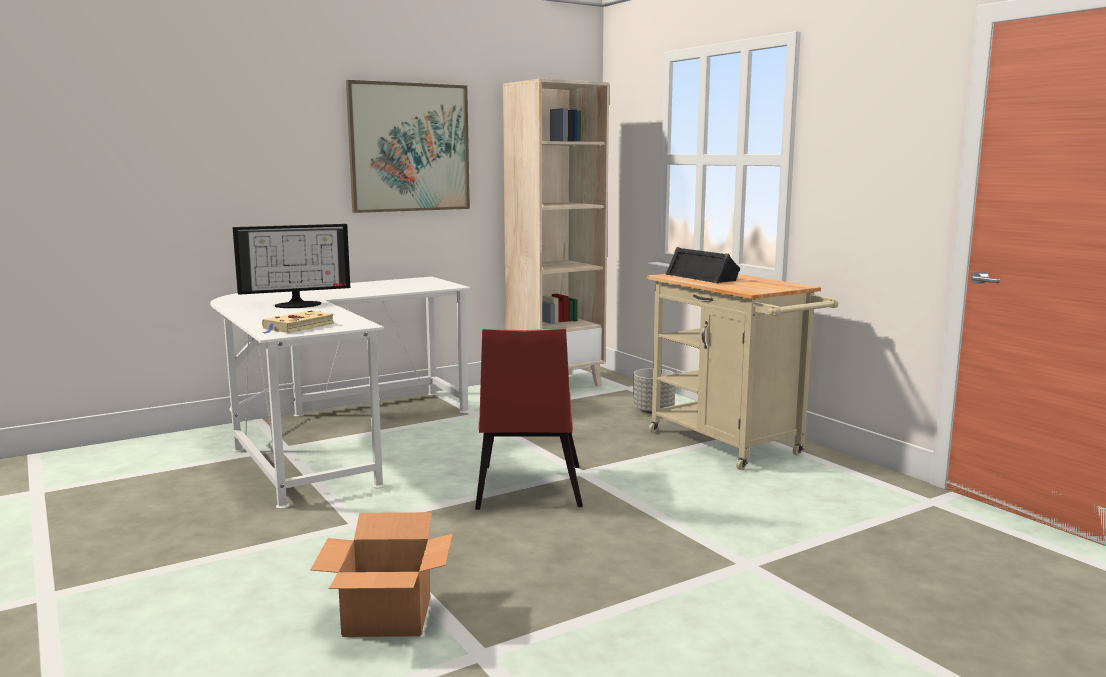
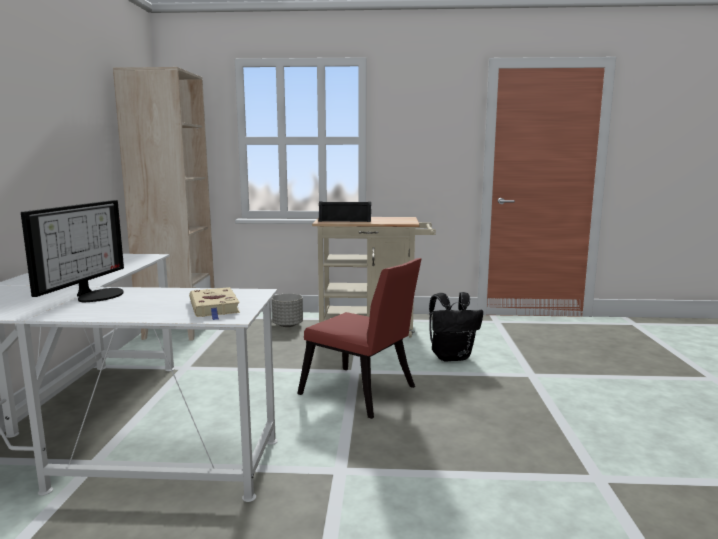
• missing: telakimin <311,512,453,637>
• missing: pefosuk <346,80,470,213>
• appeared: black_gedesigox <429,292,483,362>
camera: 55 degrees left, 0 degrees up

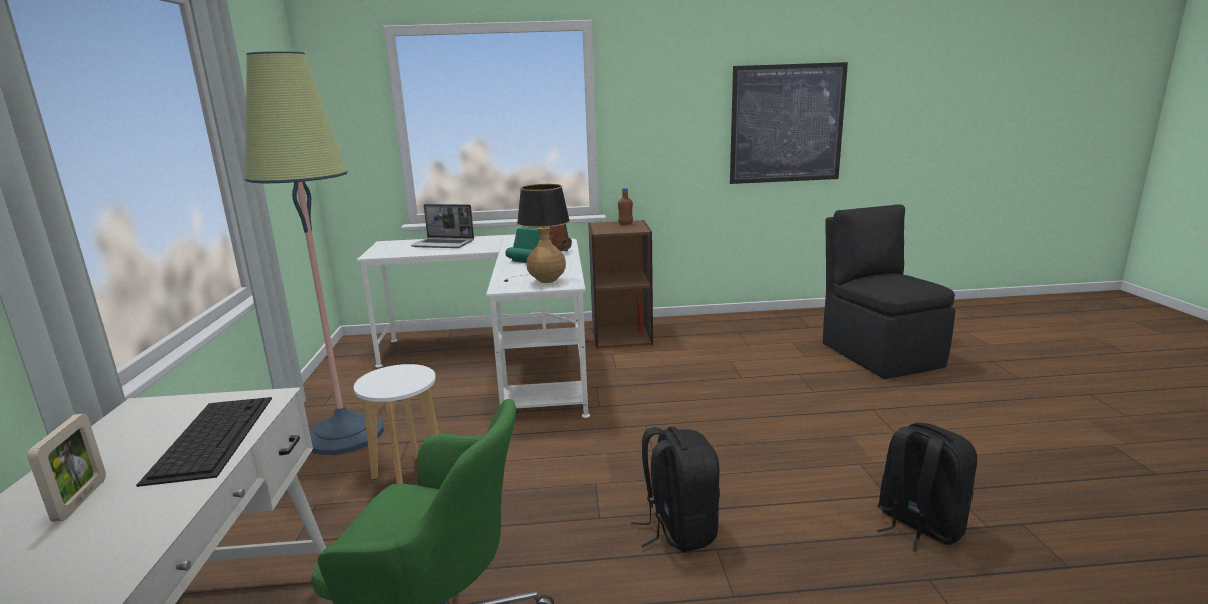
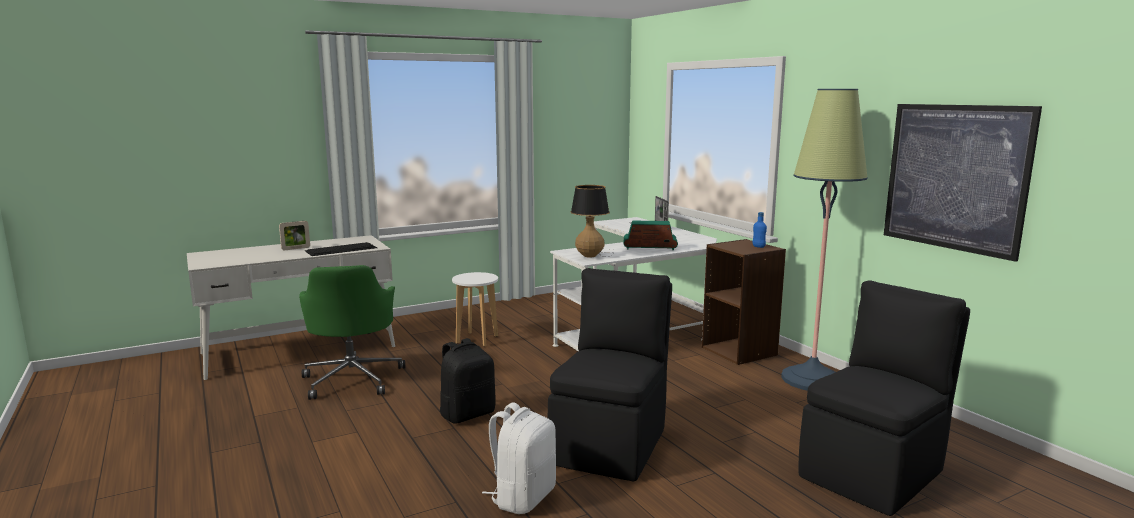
• relocated: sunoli <245,51,384,455> to <781,89,868,391>
• colour: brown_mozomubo <618,188,633,225> to blue_mozomubo <752,212,767,248>
• colour: black_gedesigox <876,423,977,552> to white_gedesigox <482,402,556,514>
• appeared: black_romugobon <548,268,672,481>
camera: 65 degrees right, 5 degrees down

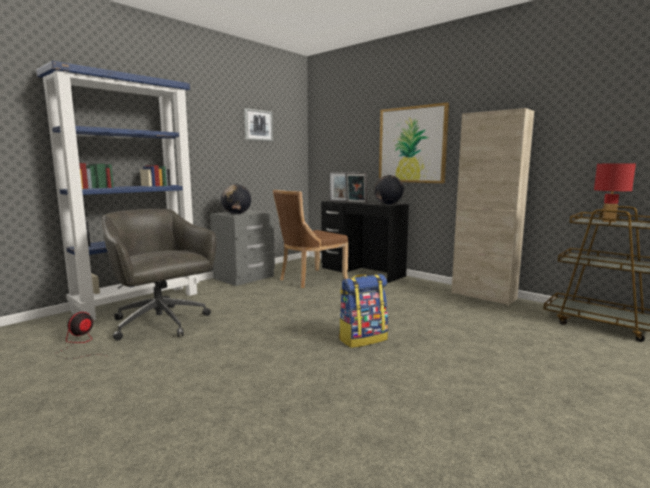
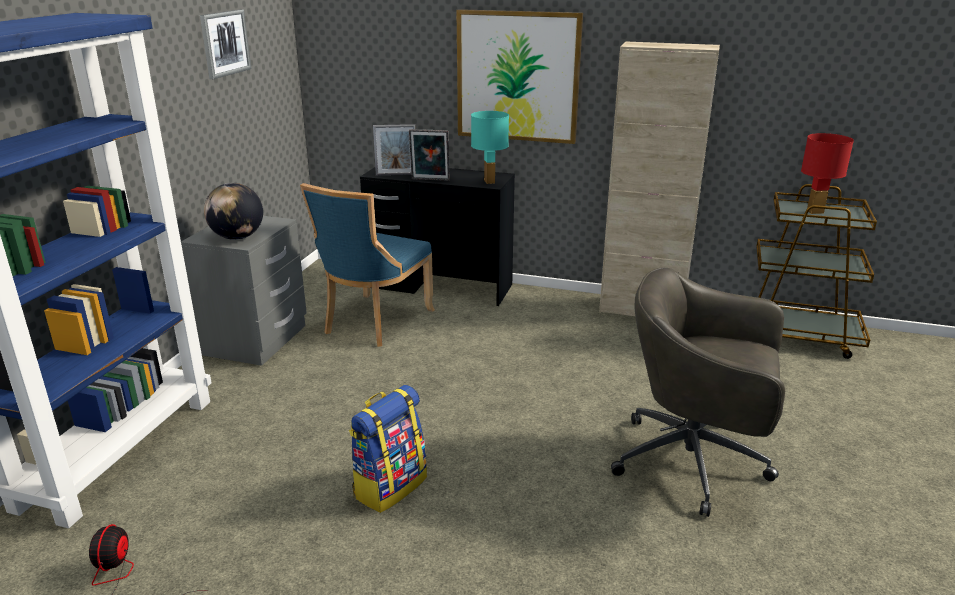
• relocated: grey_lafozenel <102,209,216,341> to <611,268,785,517>
• colour: brown_romugobon <273,190,348,288> to blue_romugobon <300,183,435,347>
• relocated: gedesigox <339,274,388,348> to <349,385,427,513>
• exchanged: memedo <374,175,404,205> to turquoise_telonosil <471,111,509,184>
camera: 25 degrees left, 15 degrees up

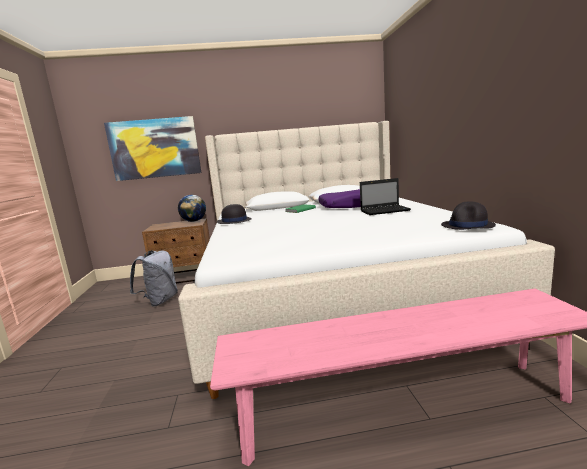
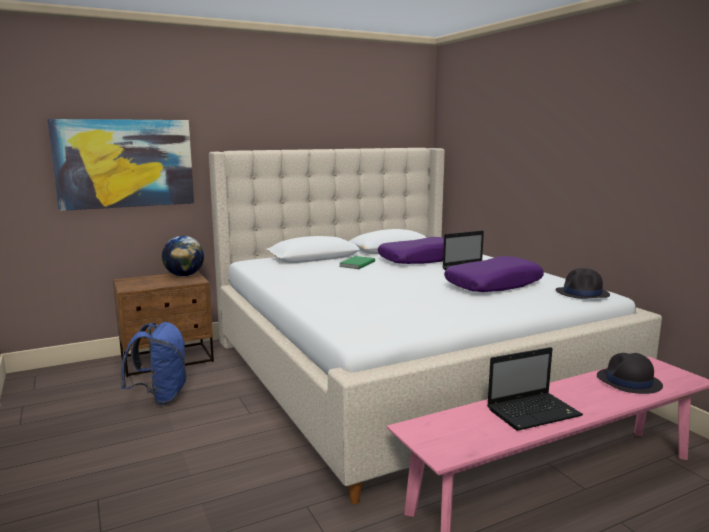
• colour: grey_gedesigox <130,250,178,307> to blue_gedesigox <121,322,186,406>
• relocated: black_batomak <217,204,251,224> to <597,353,663,394>
• appeared: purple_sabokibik <444,256,544,292>
• appeared: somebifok <487,347,583,431>
camera: 20 degrees left, 0 degrees up

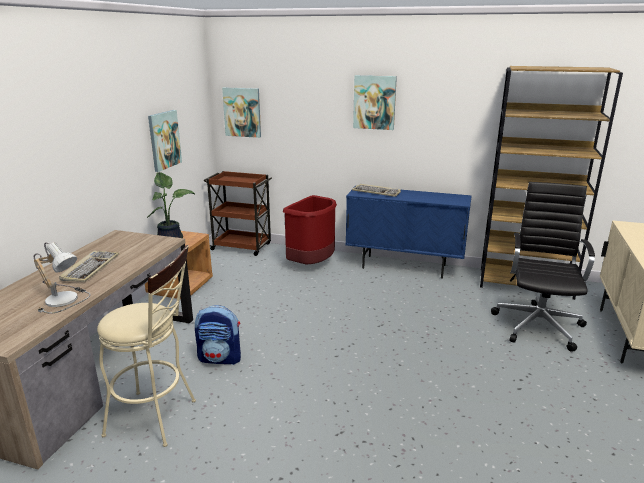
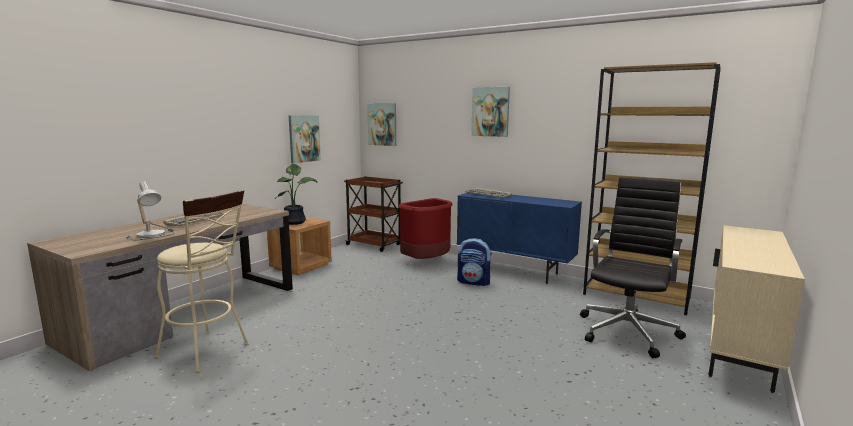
• relocated: gedesigox <195,305,241,365> to <457,238,492,286>
camera: 15 degrees right, 10 degrees down

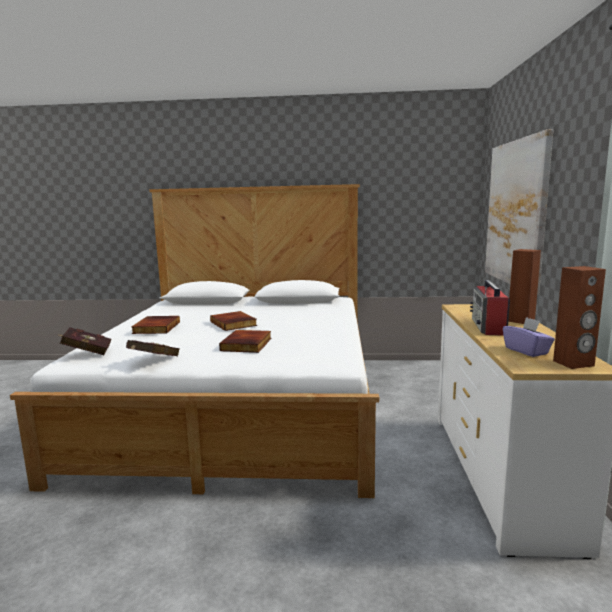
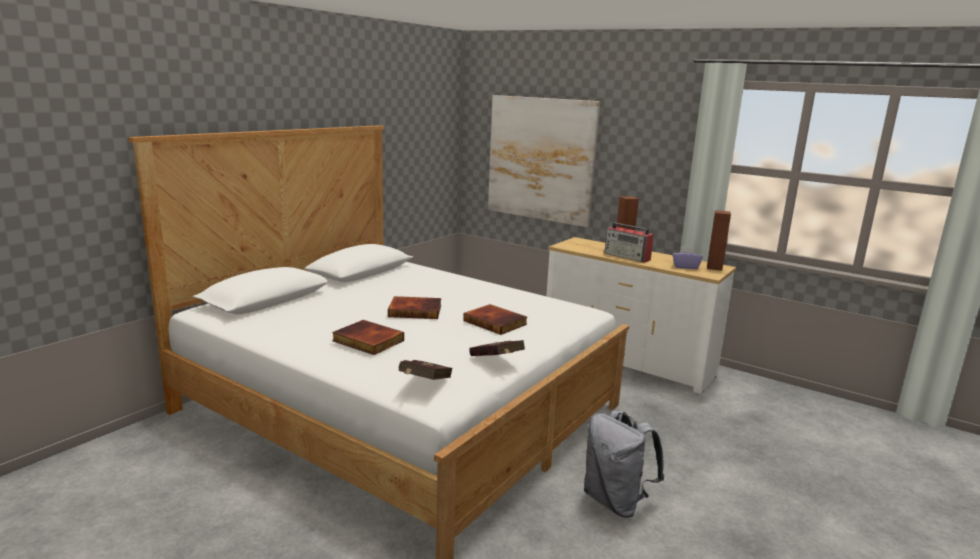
• appeared: grey_gedesigox <584,410,664,518>
camera: 60 degrees left, 5 degrees up

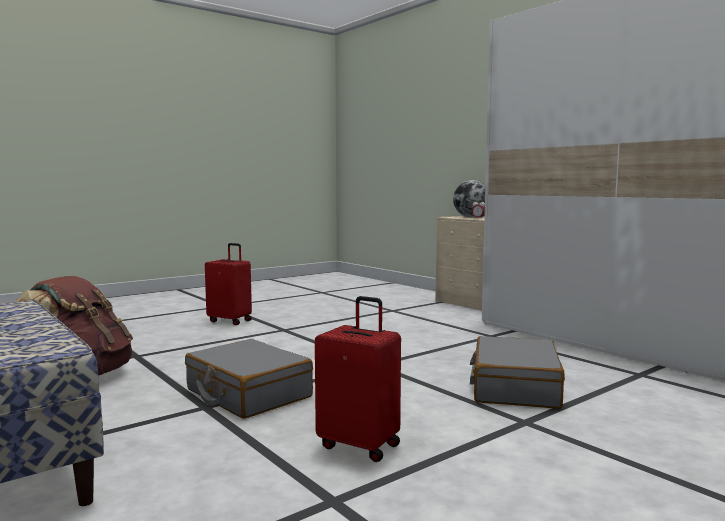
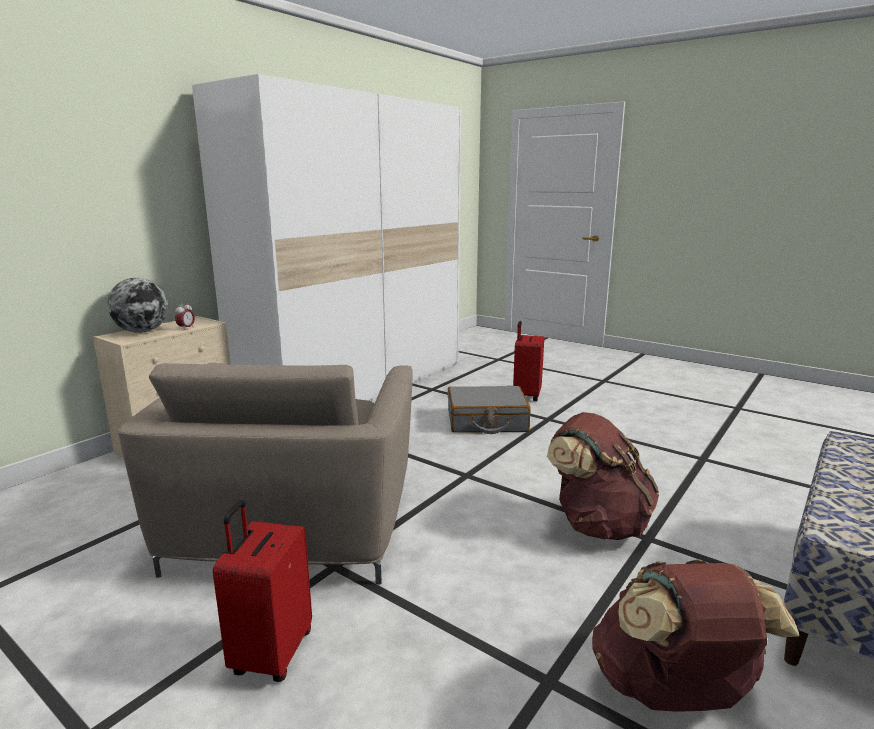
• exchanged: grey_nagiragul <185,339,313,419> to brown_gedesigox <547,412,659,540>
• relocated: red_nagiragul <315,296,401,462> to <513,321,544,401>
• appeared: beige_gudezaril <118,363,412,585>
camera: 105 degrees left, 10 degrees up

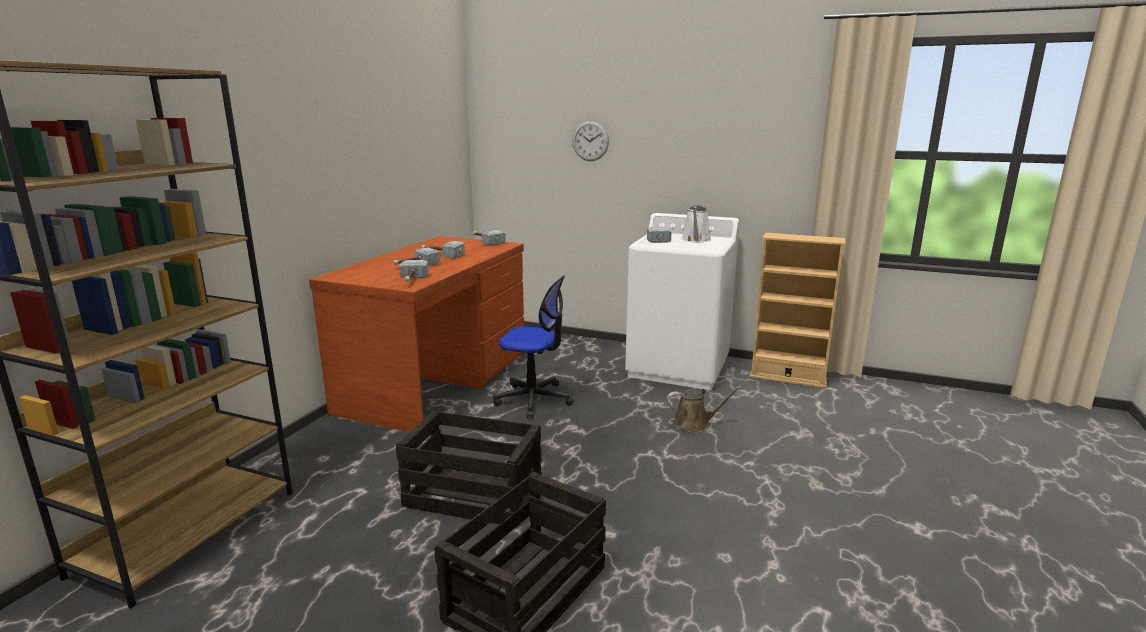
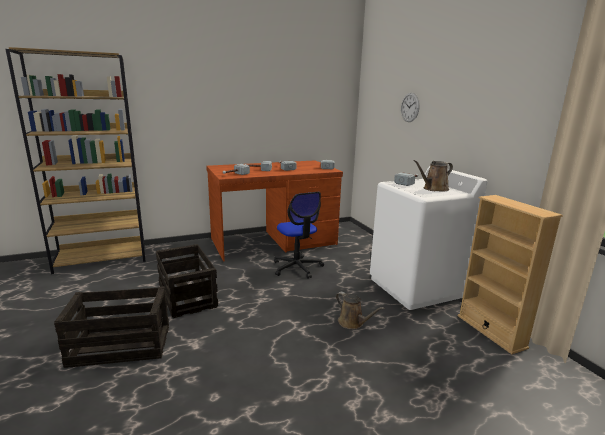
• colour: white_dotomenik <682,205,711,243> to brown_dotomenik <413,160,453,191>
camera: 45 degrees right, 0 degrees up

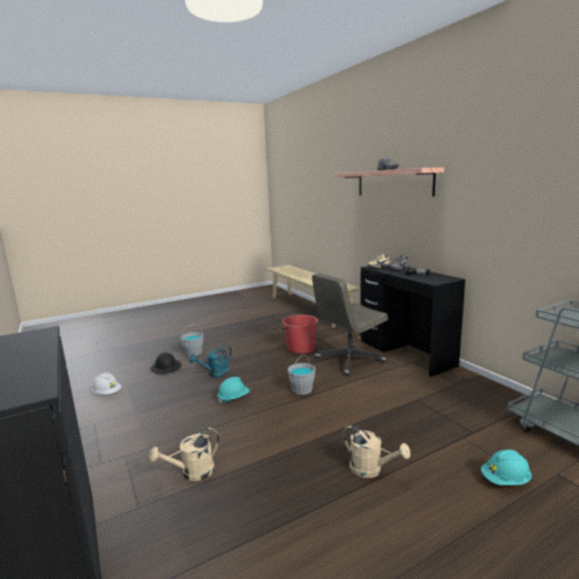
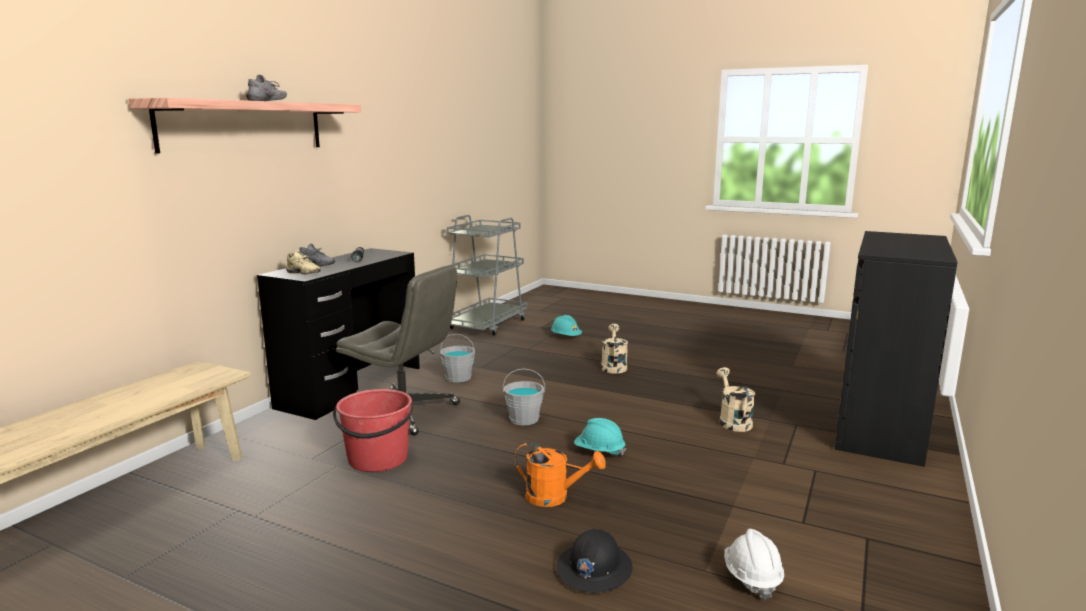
• spun: beige_dotomenik <149,428,219,481> = <716,367,755,432> 120 degrees counterclockwise
• relocated: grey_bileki <181,325,204,356> to <440,334,475,382>
• colour: turquoise_dotomenik <189,344,232,378> to orange_dotomenik <515,442,606,507>
camera: 125 degrees left, 0 degrees up

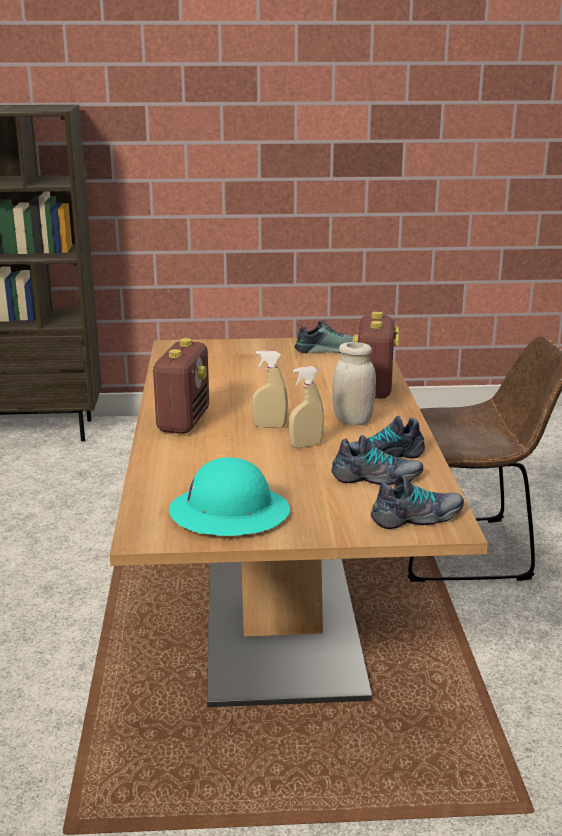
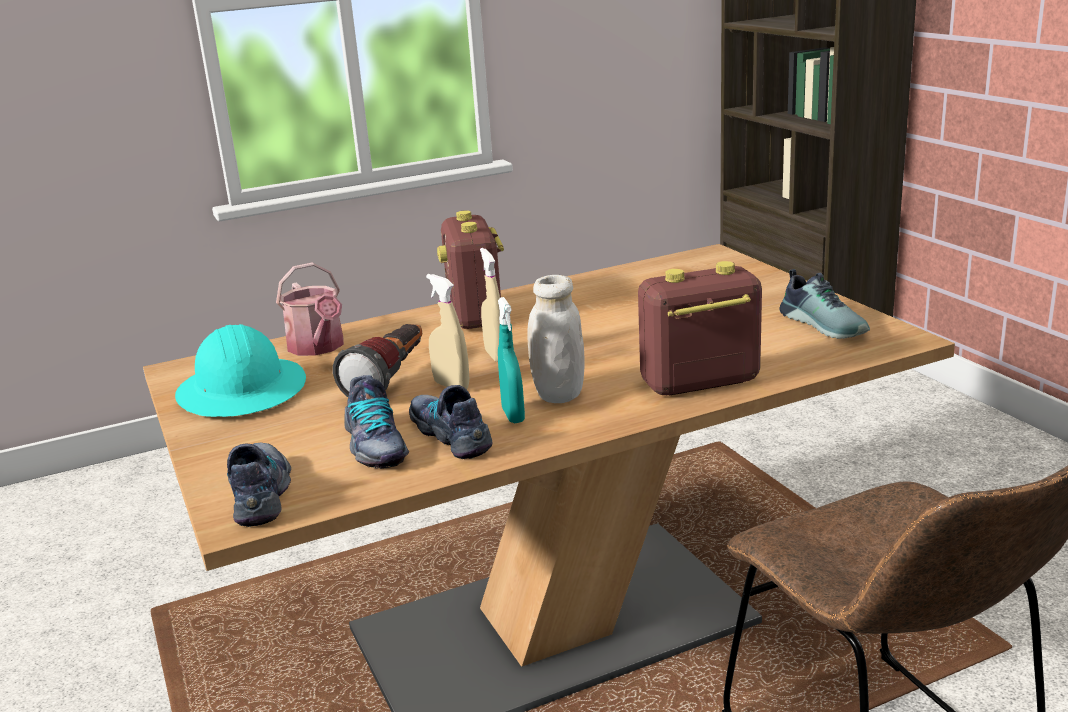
• spun: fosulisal <150,338,209,434> = <437,210,504,329> 90 degrees clockwise
• spun: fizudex <371,474,464,529> = <227,443,291,527> 150 degrees counterclockwise
• appeared: dotomenik <276,262,344,356>
• appeared: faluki <333,324,422,397>
• appeared: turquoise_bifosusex <498,297,525,423>
camera: 70 degrees right, 0 degrees up

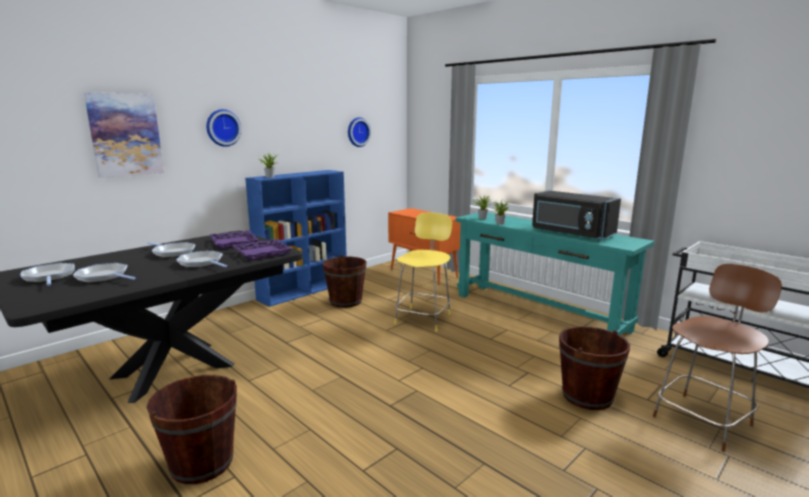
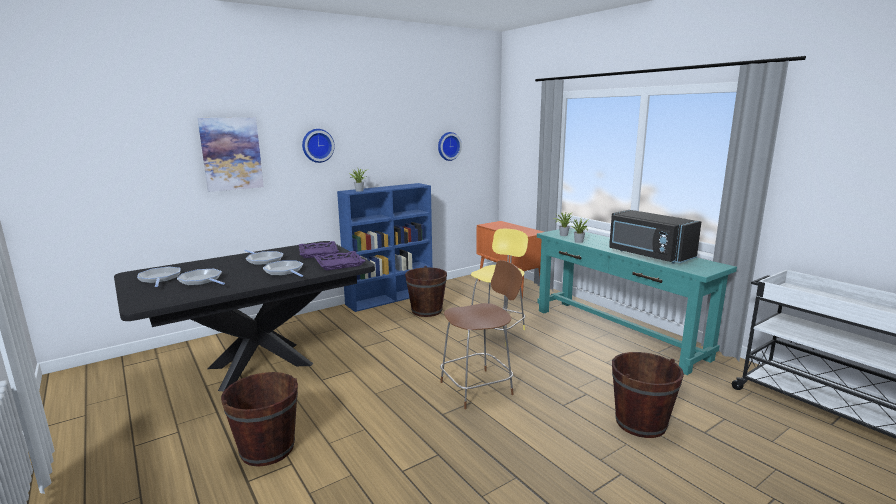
• relocated: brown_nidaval <653,264,782,452> to <440,260,522,409>
camera: 10 degrees right, 0 degrees up

